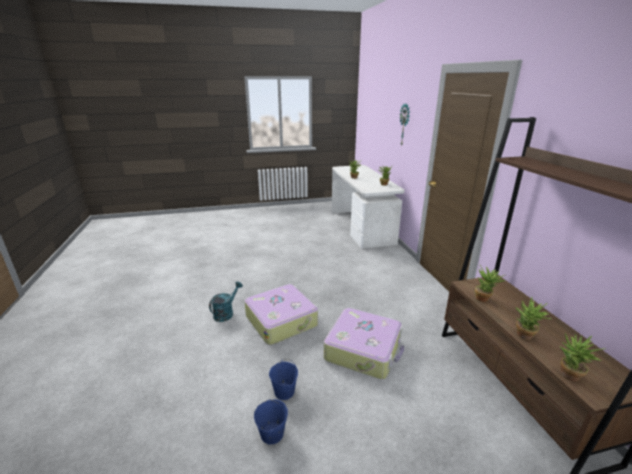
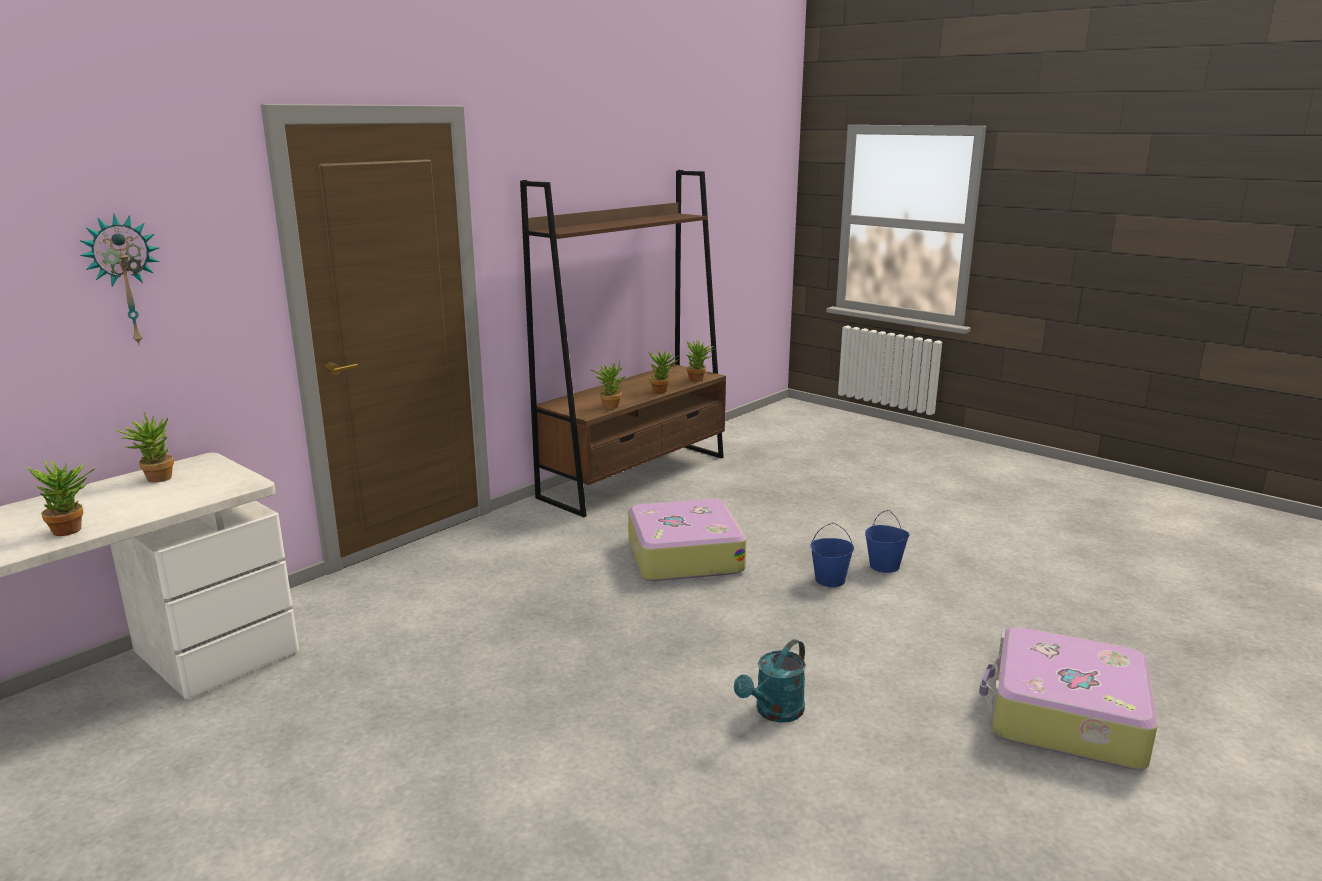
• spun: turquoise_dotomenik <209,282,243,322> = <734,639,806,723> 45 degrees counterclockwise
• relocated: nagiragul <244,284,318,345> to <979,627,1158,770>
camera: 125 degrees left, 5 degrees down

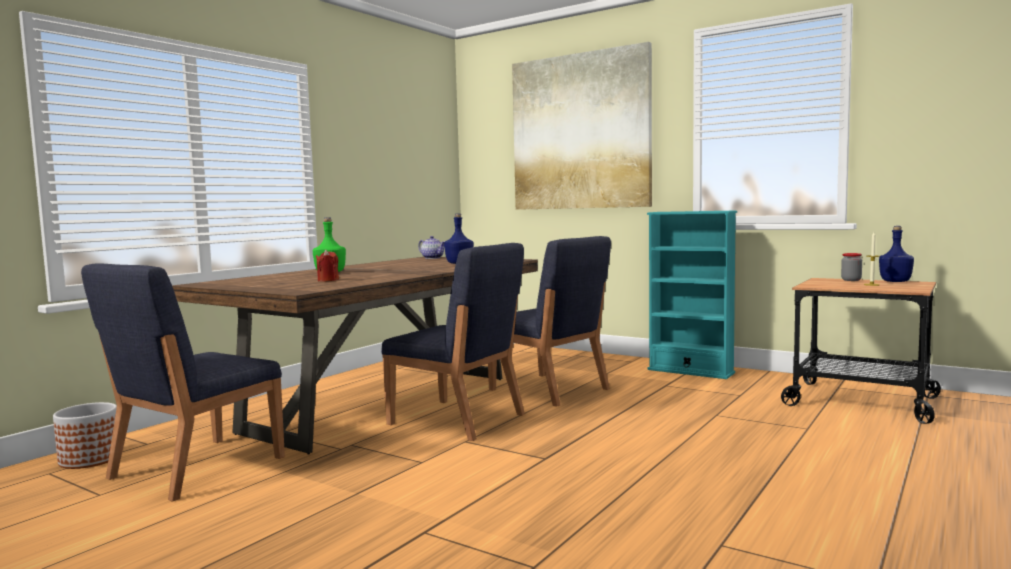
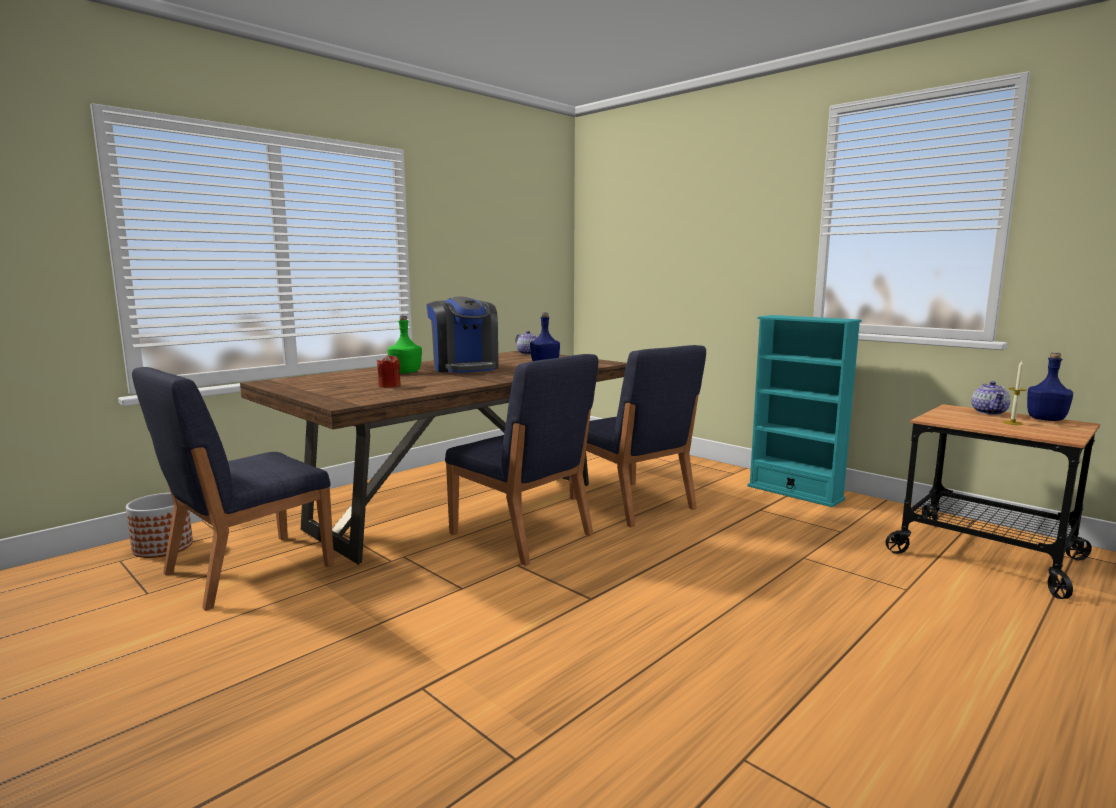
• missing: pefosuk <512,42,652,210>
• exchanged: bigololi <841,253,862,281> to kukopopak <971,381,1011,415>
• appeared: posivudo <426,297,499,373>
camera: 10 degrees right, 5 degrees up

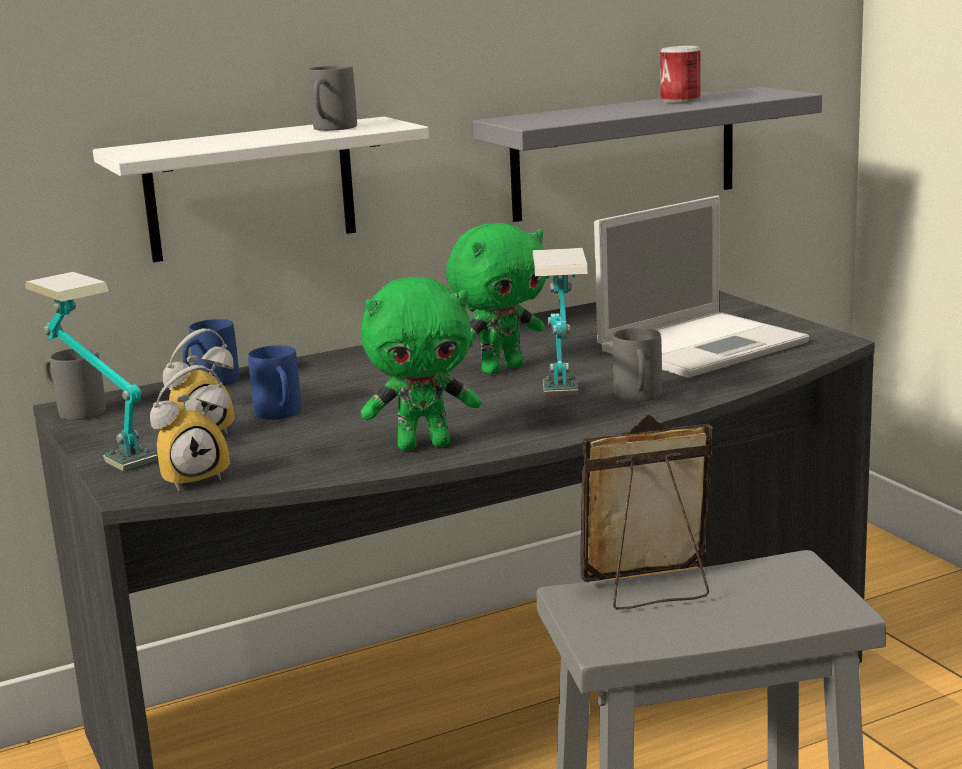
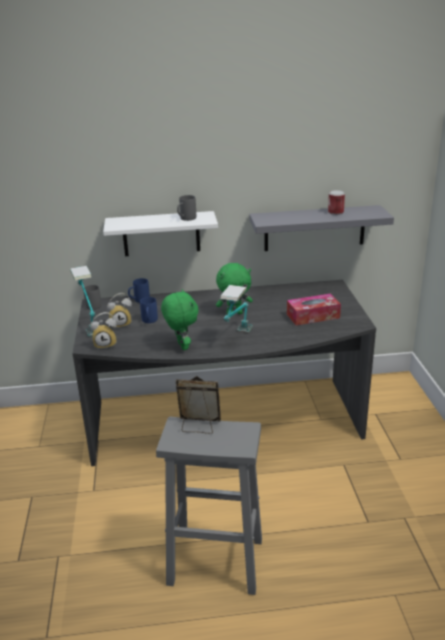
• spun: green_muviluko <361,277,481,451> = <161,289,199,350> 120 degrees counterclockwise
• exchanged: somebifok <594,196,809,378> to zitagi <287,294,341,325>
• missing: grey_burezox <613,328,662,402>
camera: 20 degrees right, 10 degrees up

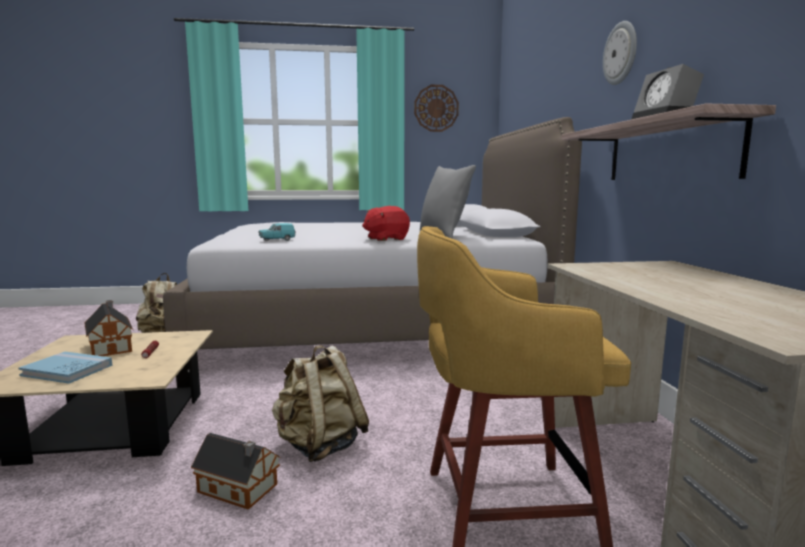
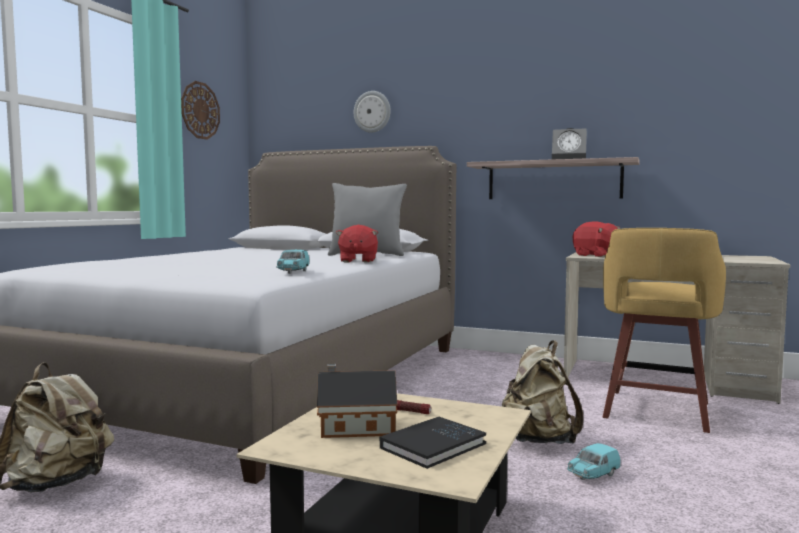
• colour: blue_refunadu <18,352,113,384> to black_refunadu <380,417,486,469>
• exchanged: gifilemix <191,433,281,510> to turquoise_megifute <567,443,621,480>
• relocated: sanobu <603,21,637,85> to <354,91,391,133>
• appeared: red_muviluko <573,221,620,257>
camera: 60 degrees left, 5 degrees down

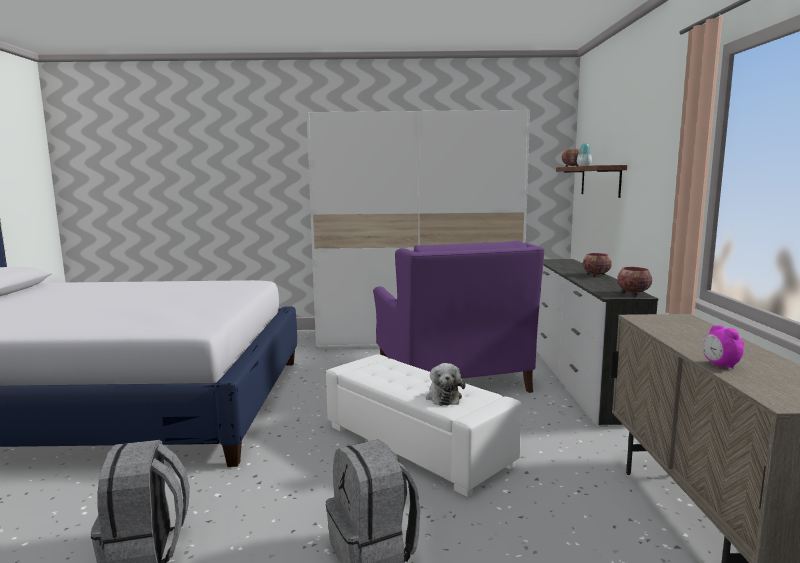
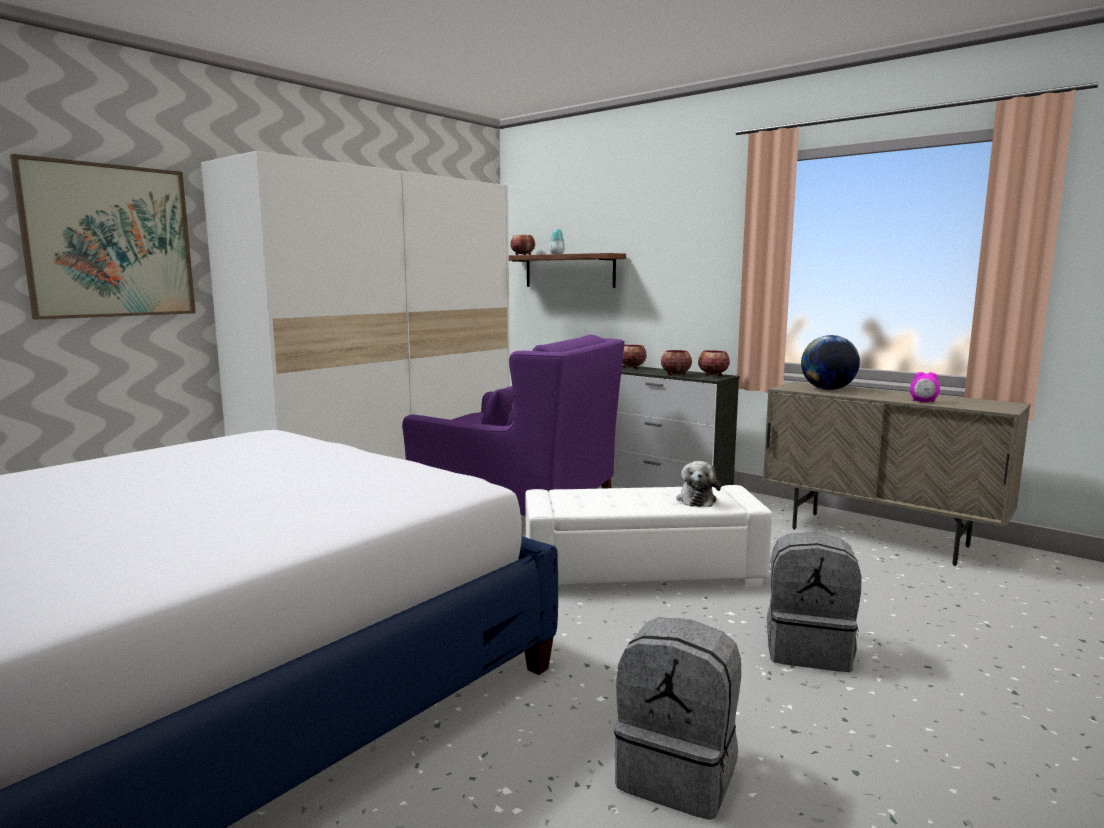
• spun: muviluko <426,363,465,406> = <676,461,721,507> 60 degrees clockwise
• appeared: pefosuk <10,154,196,320>
• appeared: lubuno <661,350,692,376>
• appeared: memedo <801,335,860,390>
camera: 50 degrees left, 0 degrees up

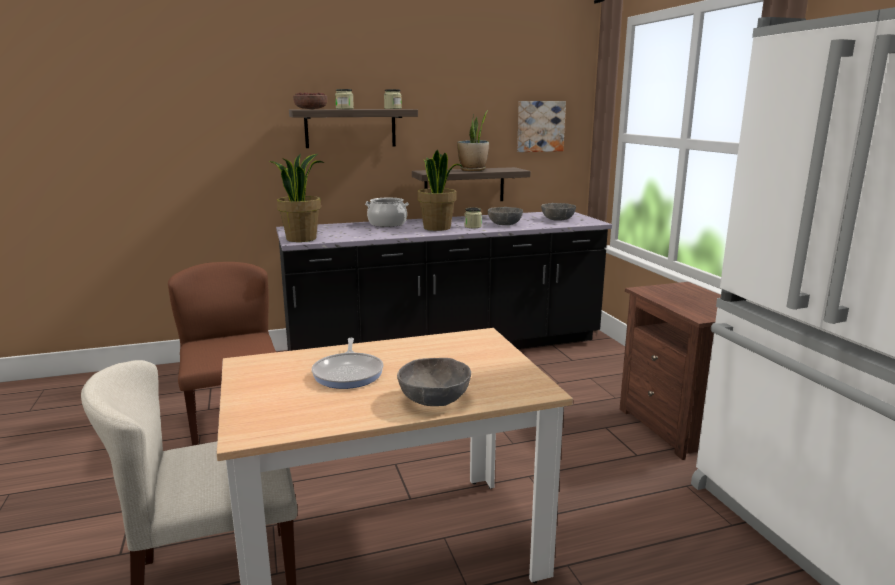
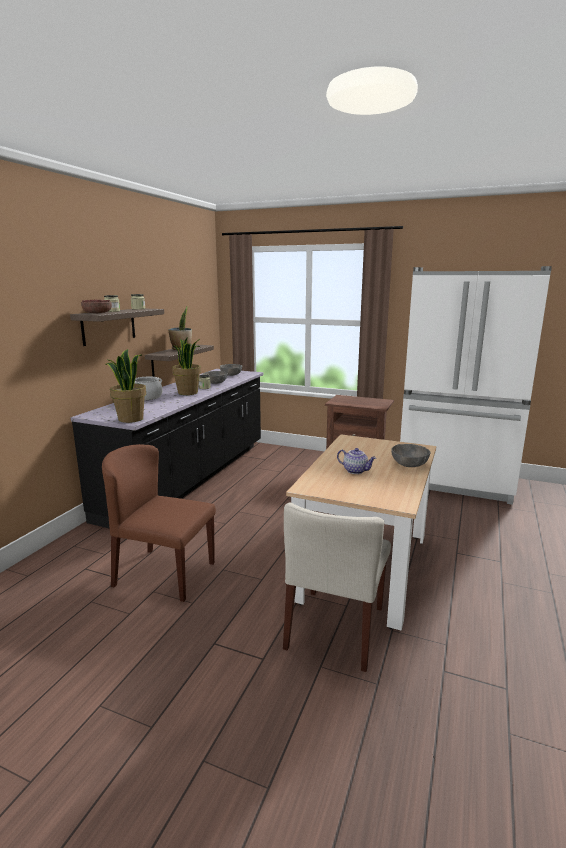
• exchanged: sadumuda <312,338,384,389> to kukopopak <337,448,376,474>
• missing: pefosuk <517,101,566,152>
camera: 50 degrees left, 0 degrees up

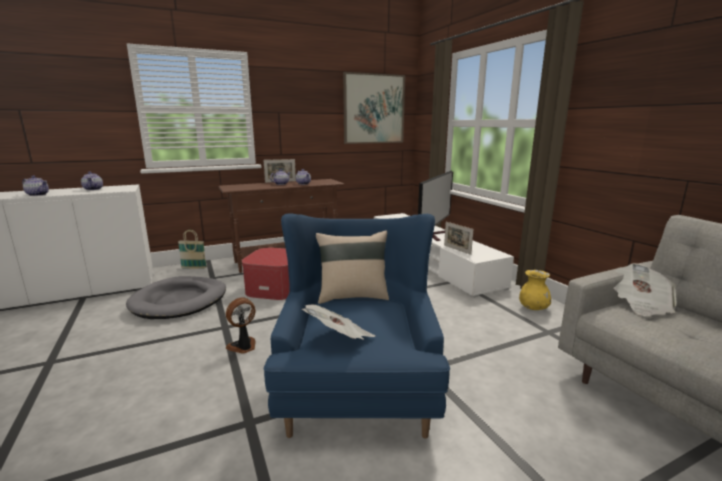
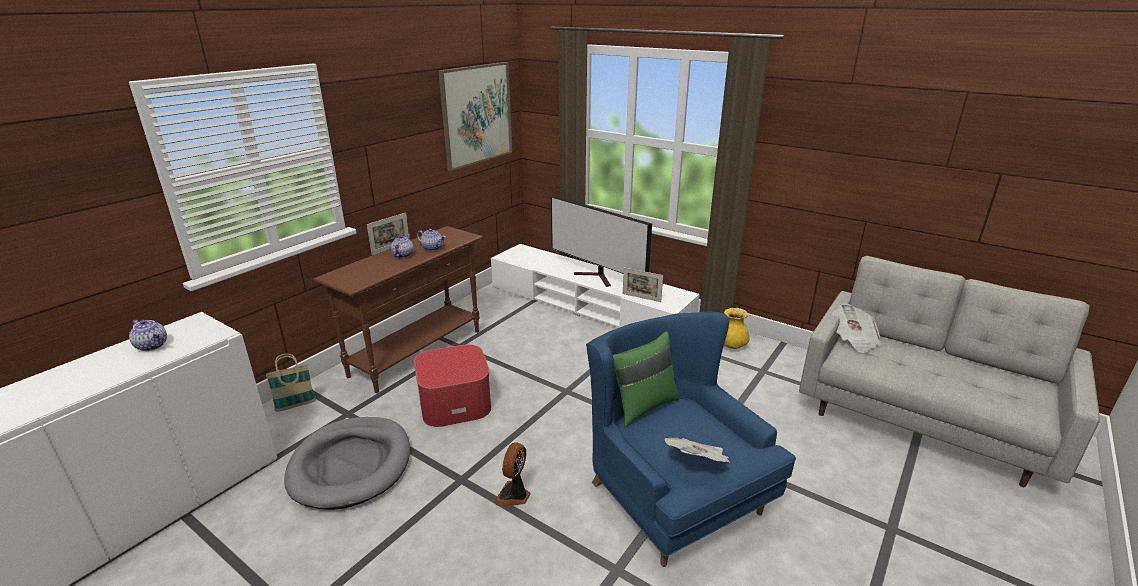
• missing: kukopopak <22,176,49,196>
• colour: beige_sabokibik <316,230,389,304> to green_sabokibik <613,331,679,428>
• spun: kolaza <418,171,453,241> = <551,195,652,287> 135 degrees clockwise
camera: 30 degrees left, 10 degrees up

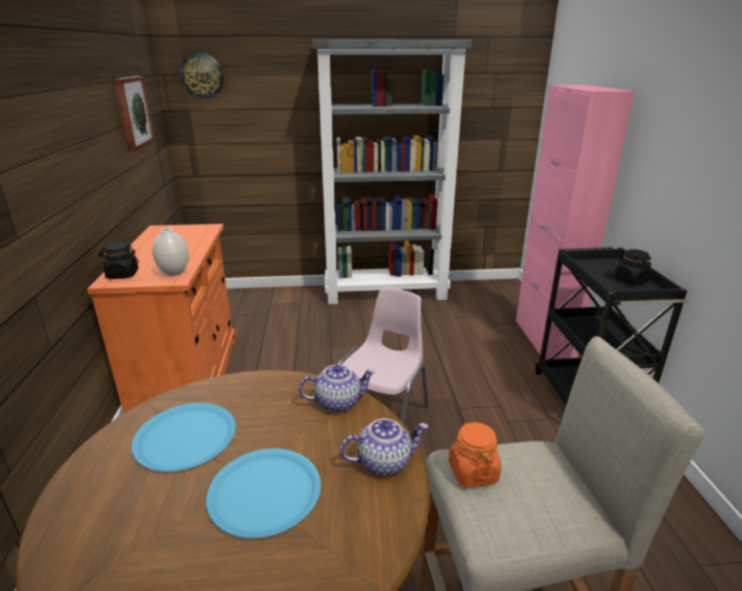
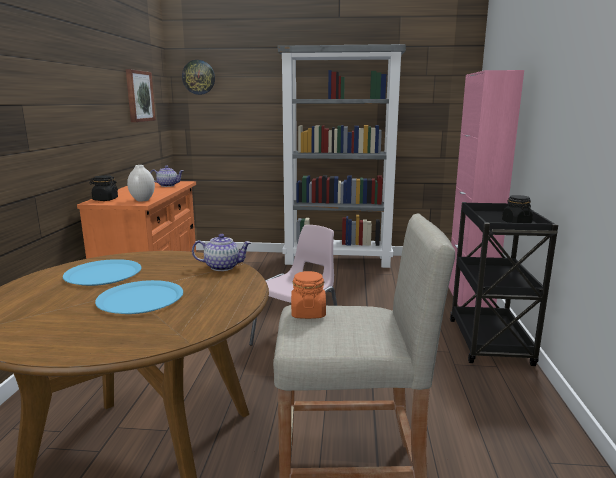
• relocated: kukopopak <340,418,428,476> to <150,166,183,187>
camera: 10 degrees right, 10 degrees down

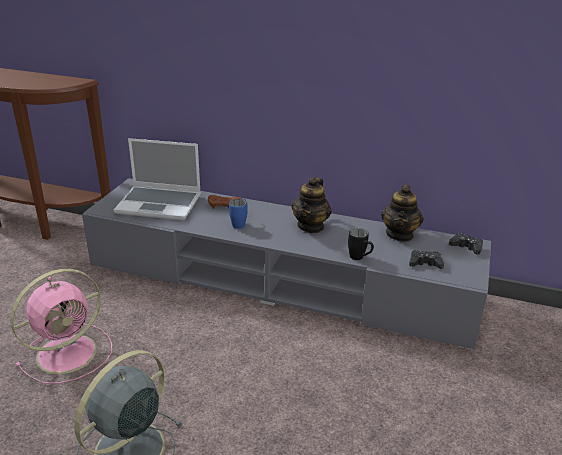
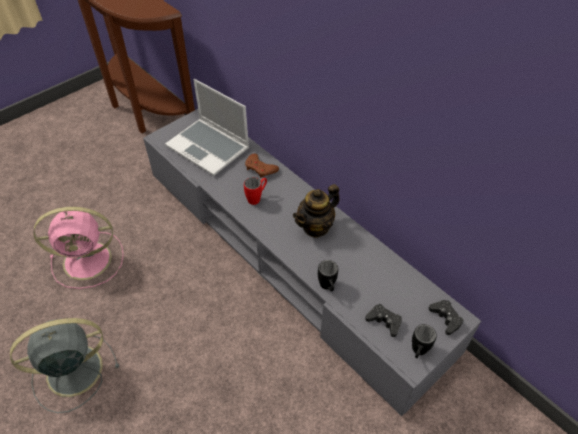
• colour: blue_burezox <229,199,248,229> to red_burezox <244,177,267,205>
• missing: kukopopak <381,185,424,242>
• appeared: black_burezox <412,324,437,358>
camera: 30 degrees right, 20 degrees up

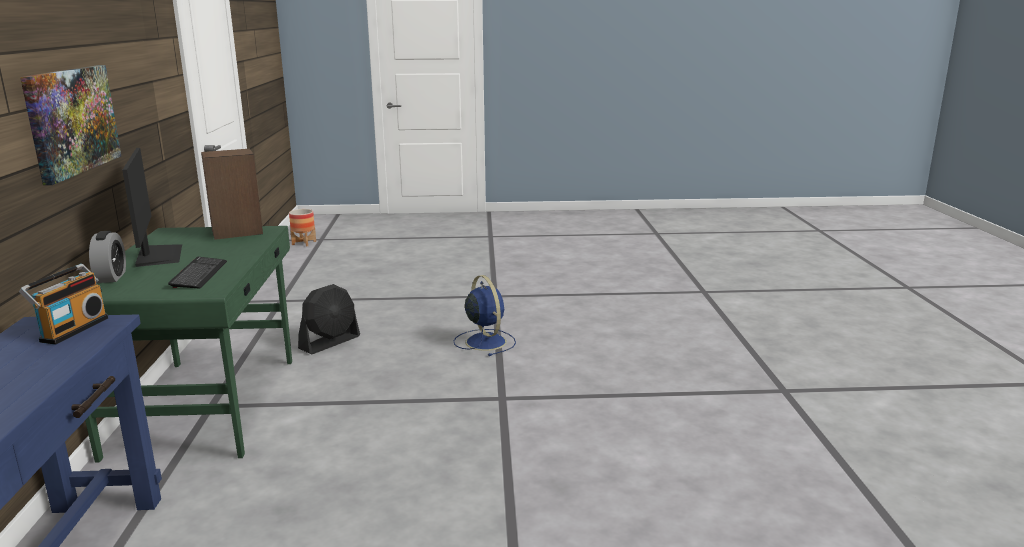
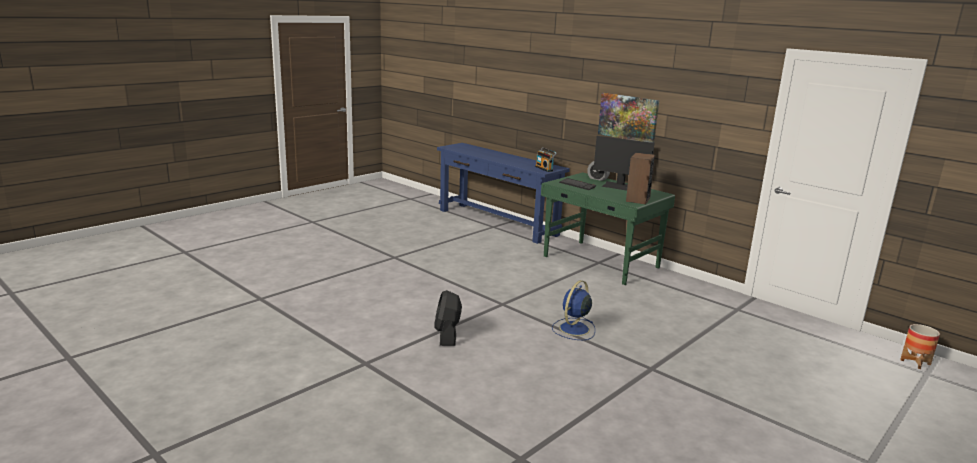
• relocated: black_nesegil <298,284,360,354> to <434,290,462,346>
• spun: blue_nesegil <454,275,516,356> = <552,280,595,340> 105 degrees clockwise
camera: 135 degrees right, 0 degrees up

